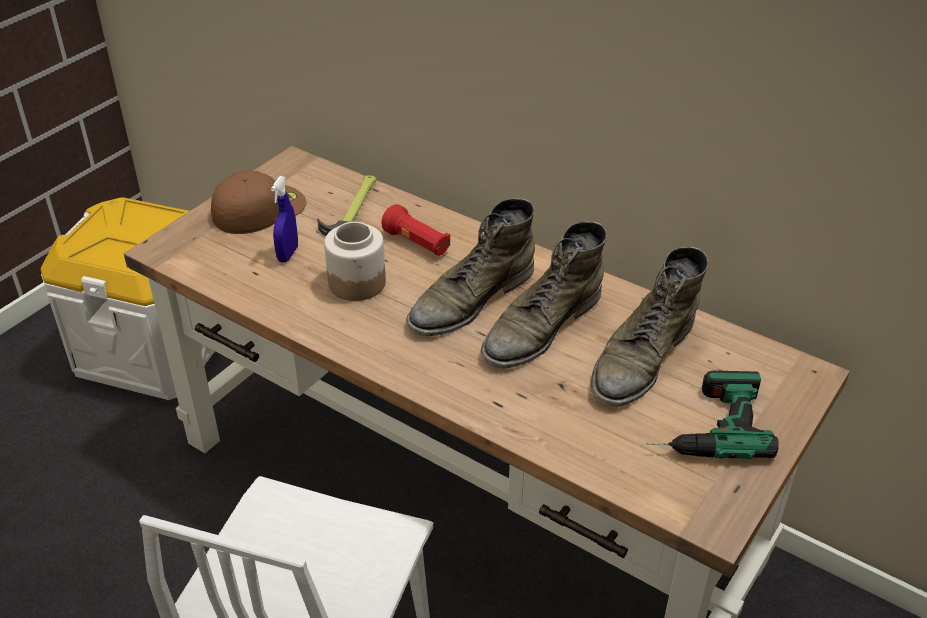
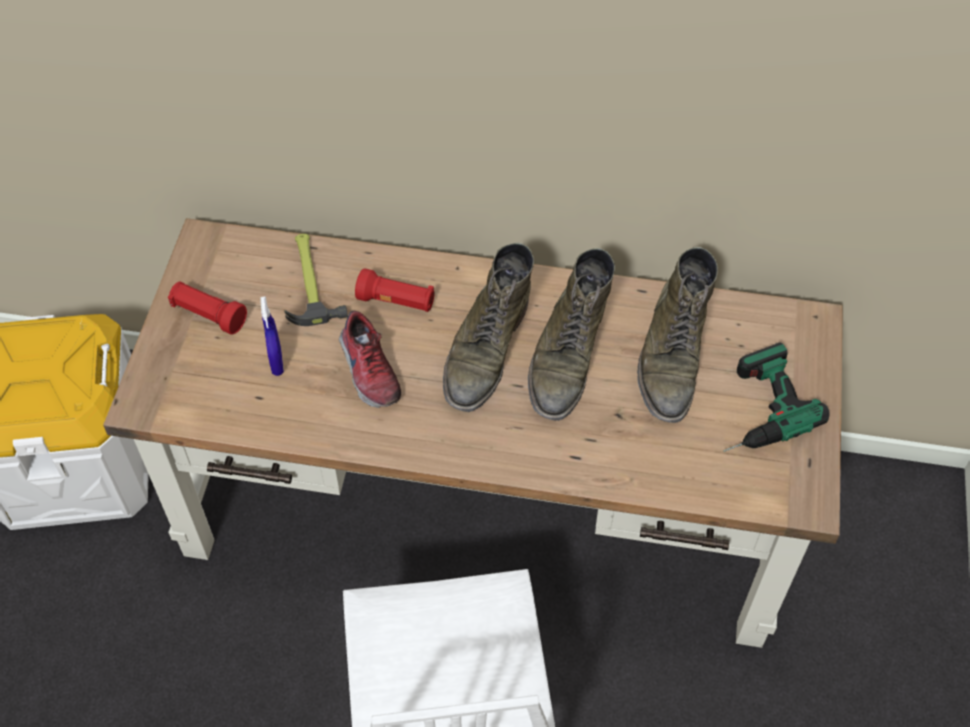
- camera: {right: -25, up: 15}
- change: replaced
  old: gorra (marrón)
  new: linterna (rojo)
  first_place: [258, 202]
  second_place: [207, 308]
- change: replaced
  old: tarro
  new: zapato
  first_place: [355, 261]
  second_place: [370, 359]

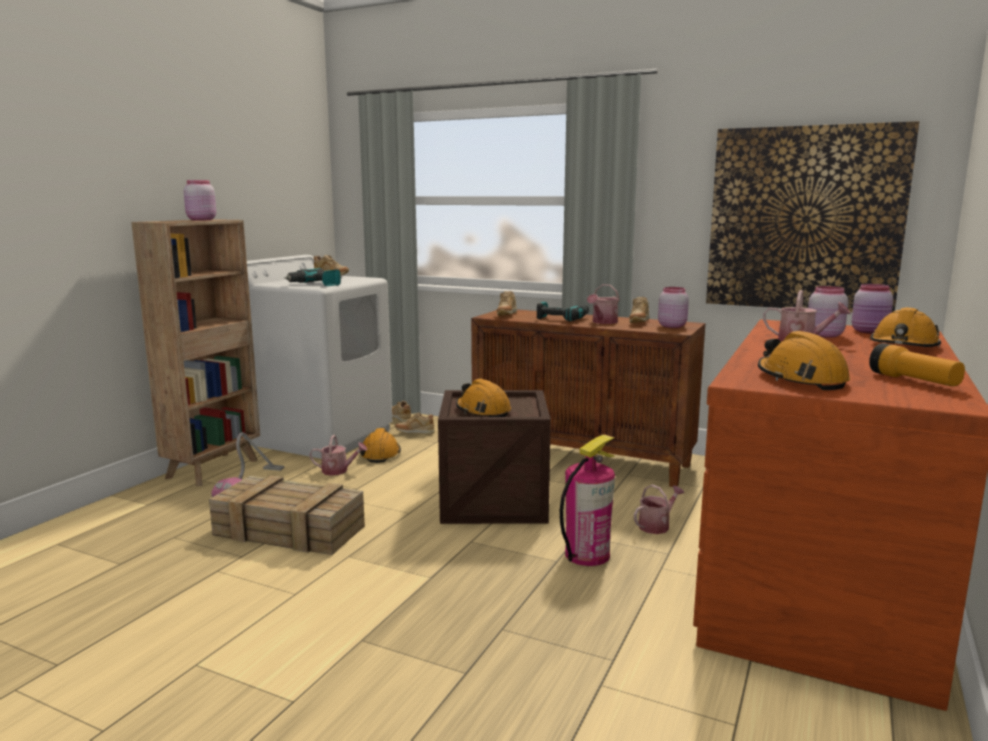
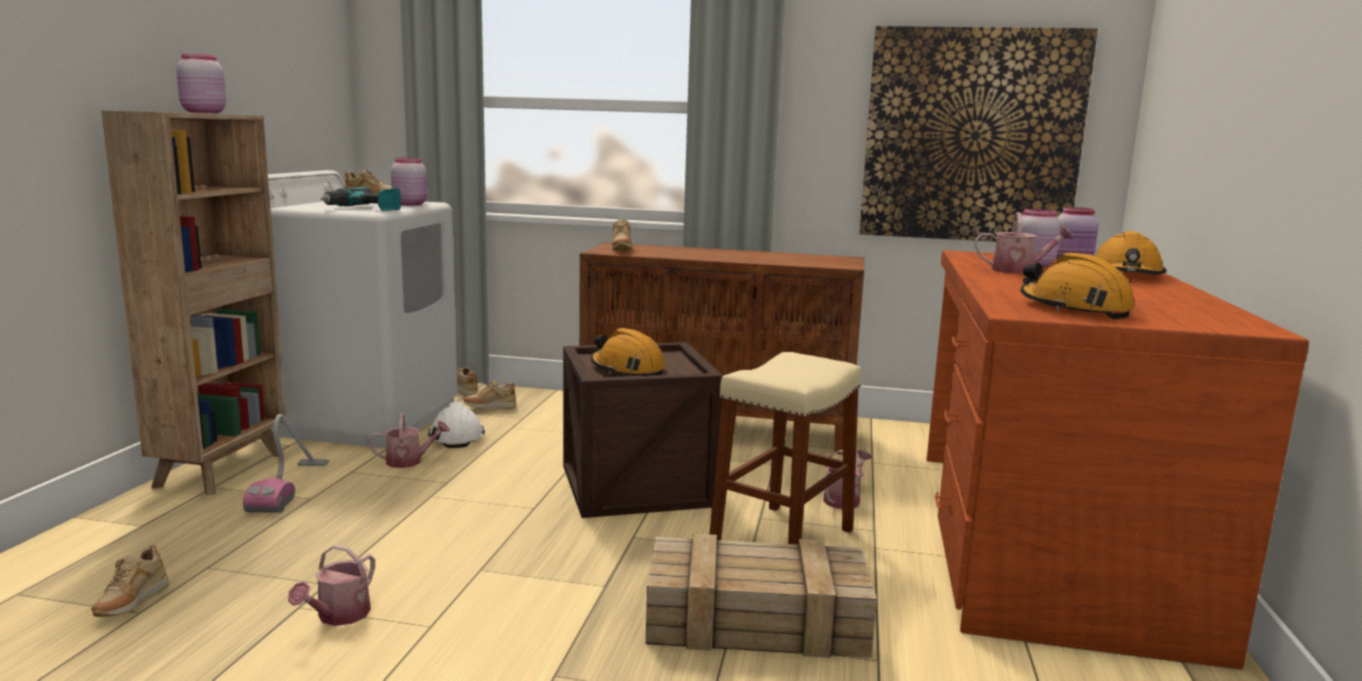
- camera: {right: -15, up: 0}
- change: moved
  old: zapato (beis)
  first_place: [639, 310]
  second_place: [130, 581]
- change: moved
  old: regadera
  first_place: [603, 304]
  second_place: [331, 585]
- change: moved
  old: tarro (rosa)
  first_place: [673, 307]
  second_place: [409, 181]
- change: recoloured
  old: casco (naranja)
  new: casco (blanco)
  first_place: [380, 445]
  second_place: [456, 425]
- change: moved
  old: caja de embalaje
  first_place: [287, 515]
  second_place: [761, 596]
- change: replaced
  old: extintor
  new: taburete (beis)
  first_place: [587, 500]
  second_place: [785, 448]
- change: removed
  old: taladro
  first_place: [563, 312]
- change: removed
  old: linterna
  first_place: [917, 364]

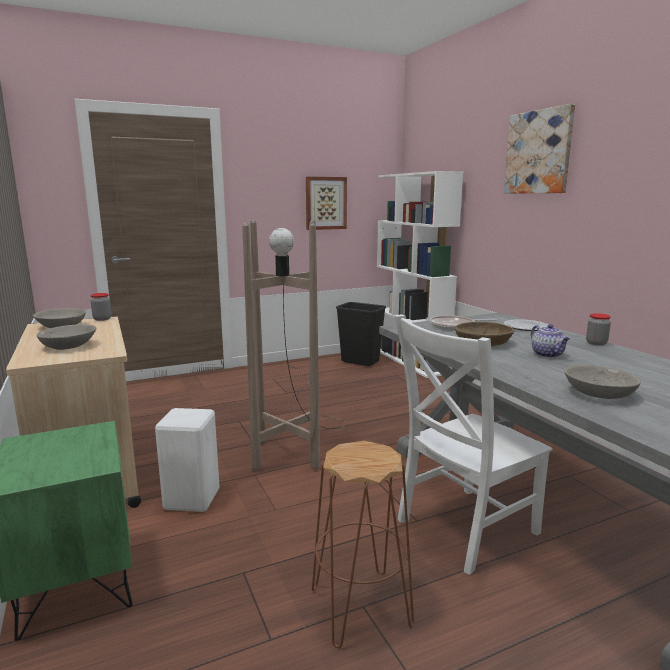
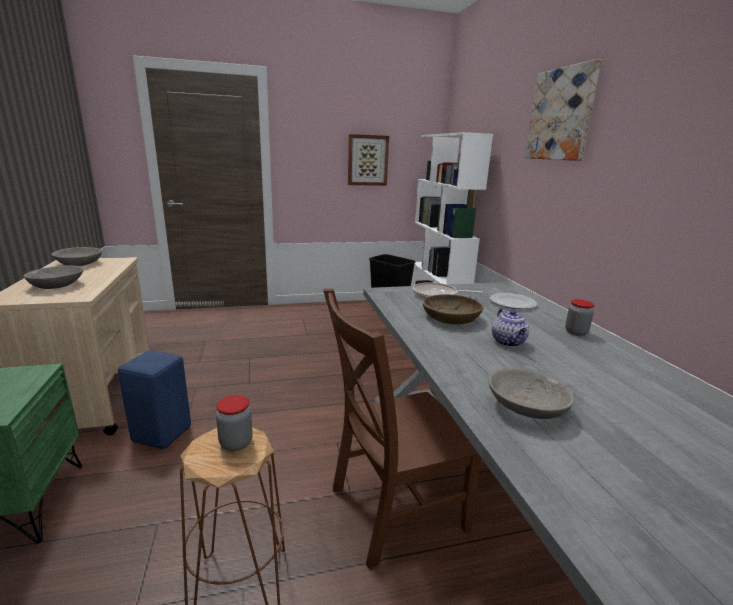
- camera: {right: 10, up: 5}
- change: recoloured
  old: taburete (blanco)
  new: taburete (azul)
  first_place: [187, 460]
  second_place: [154, 399]
- change: moved
  old: tarro
  first_place: [101, 307]
  second_place: [234, 423]
- change: recoloured
  old: silla (blanco)
  new: silla (marrón)
  first_place: [473, 444]
  second_place: [402, 429]
- change: removed
  old: lámpara de pie (marrón)
  first_place: [294, 345]

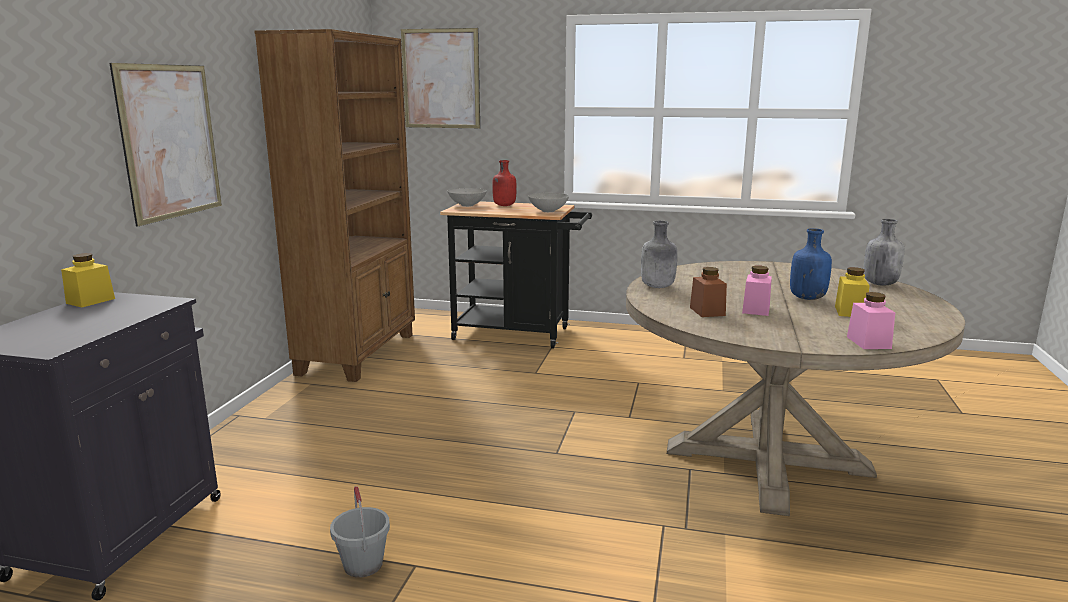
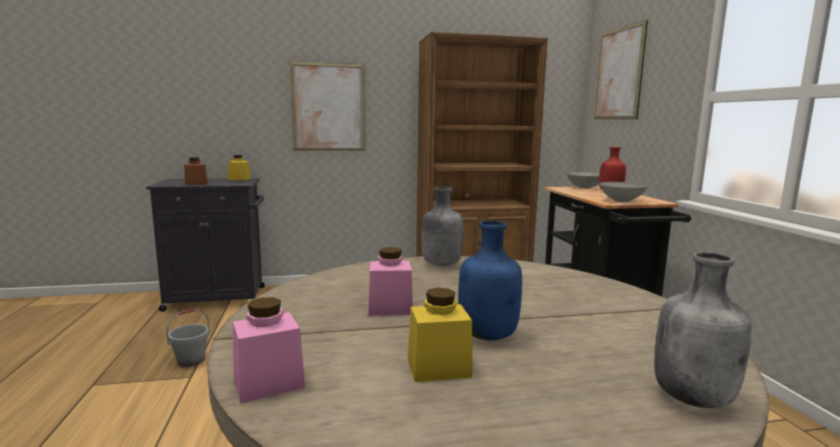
- camera: {right: 65, up: -5}
- change: moved
  old: tarro (marrón)
  first_place: [708, 292]
  second_place: [196, 171]

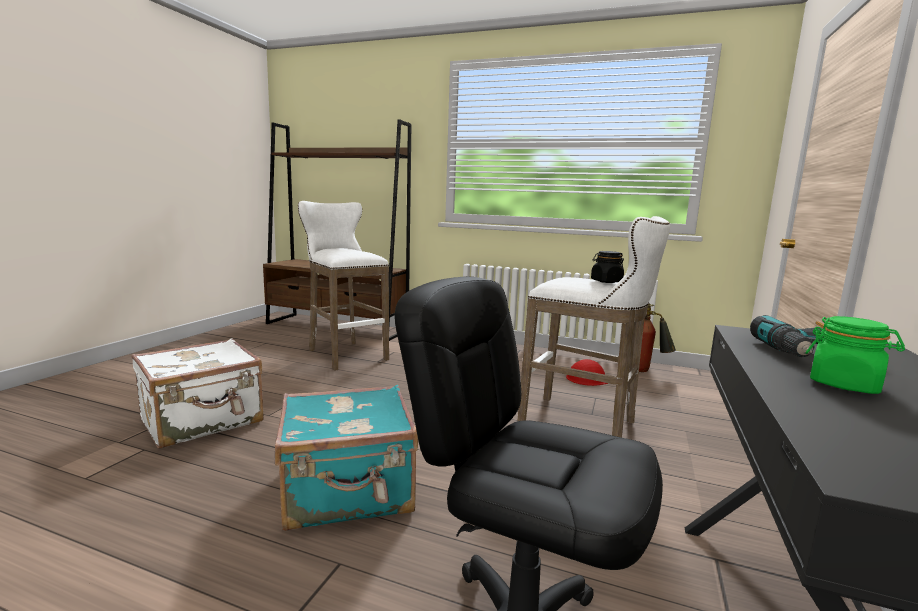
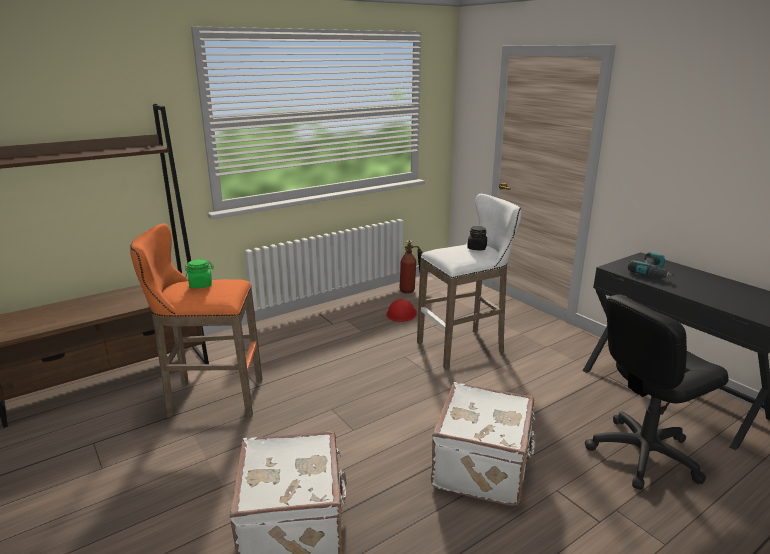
- camera: {right: -55, up: 10}
- change: recoloured
  old: taburete (blanco)
  new: taburete (naranja)
  first_place: [343, 286]
  second_place: [196, 320]
- change: moved
  old: tarro (verde)
  first_place: [855, 355]
  second_place: [199, 273]
- change: recoloured
  old: maleta (turquesa)
  new: maleta (blanco)
  first_place: [346, 458]
  second_place: [484, 444]

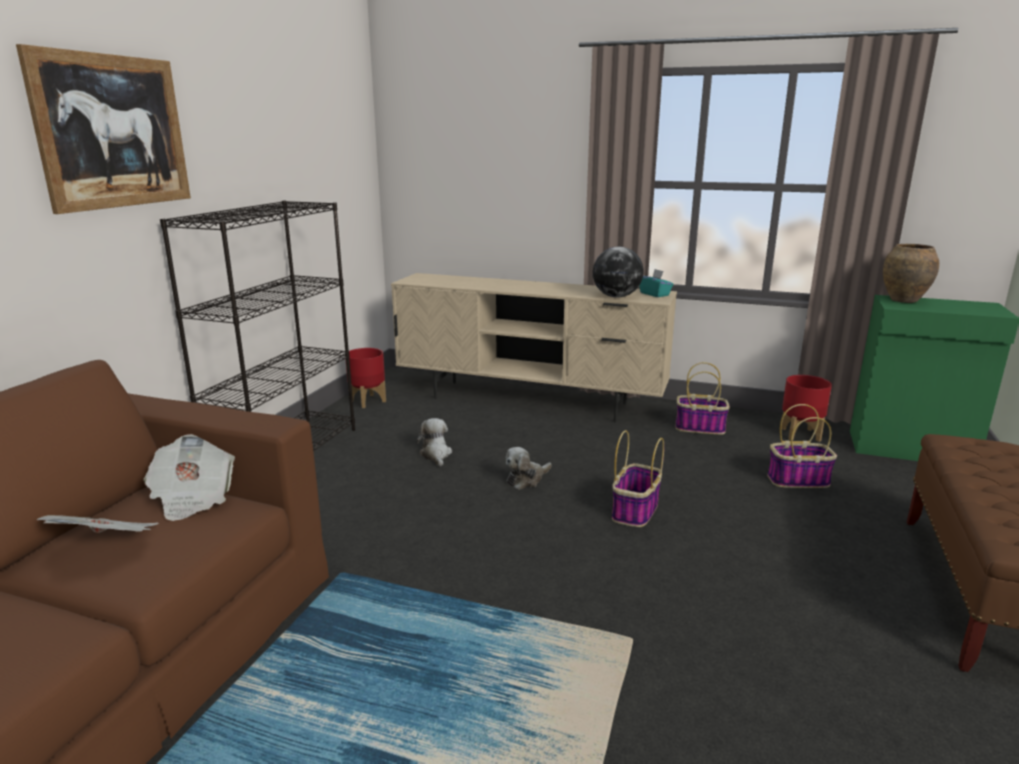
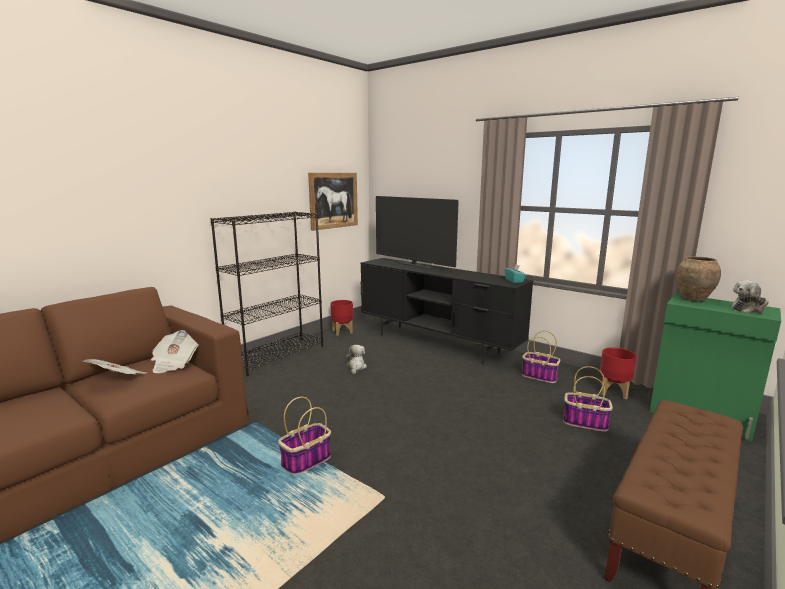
- camera: {right: 20, up: -5}
- change: moved
  old: cesta
  first_place: [638, 478]
  second_place: [304, 436]
- change: moved
  old: cuadro
  first_place: [103, 129]
  second_place: [333, 202]
- change: recoloured
  old: mueble de televisión (beis)
  new: mueble de televisión (negro)
  first_place: [534, 348]
  second_place: [446, 311]
- change: added
  new: televisor
  second_place: [417, 232]
- change: moved
  old: peluche
  first_place: [528, 468]
  second_place: [750, 296]
- change: removed
  old: globo terráqueo
  first_place: [618, 272]

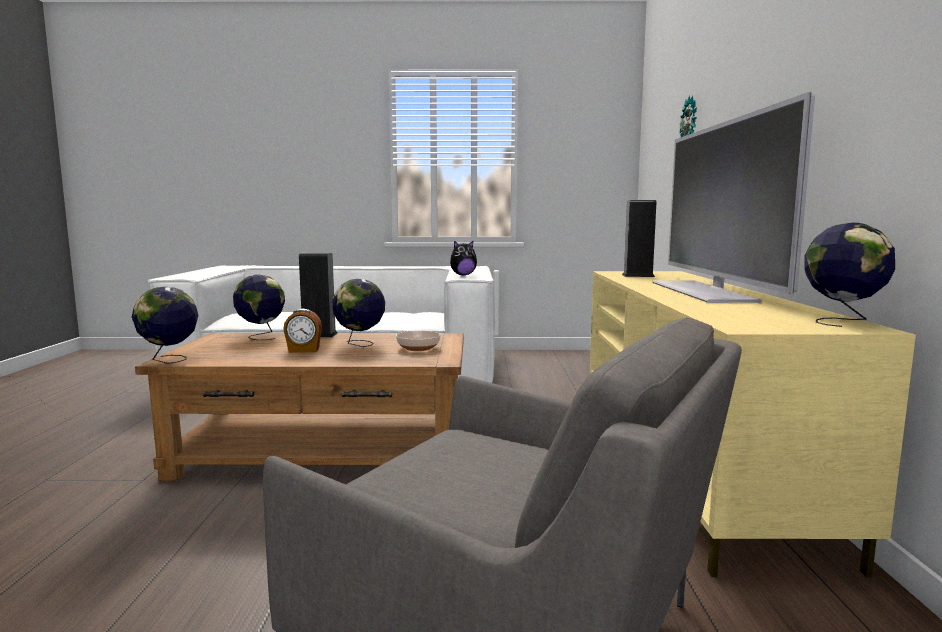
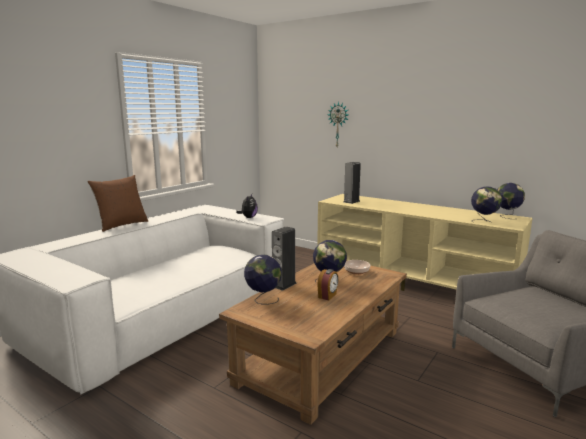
- camera: {right: -55, up: 5}
- change: added
  new: cojín (marrón)
  second_place: [118, 203]
- change: moved
  old: globo terráqueo
  first_place: [165, 325]
  second_place: [486, 204]
- change: removed
  old: televisor
  first_place: [734, 197]

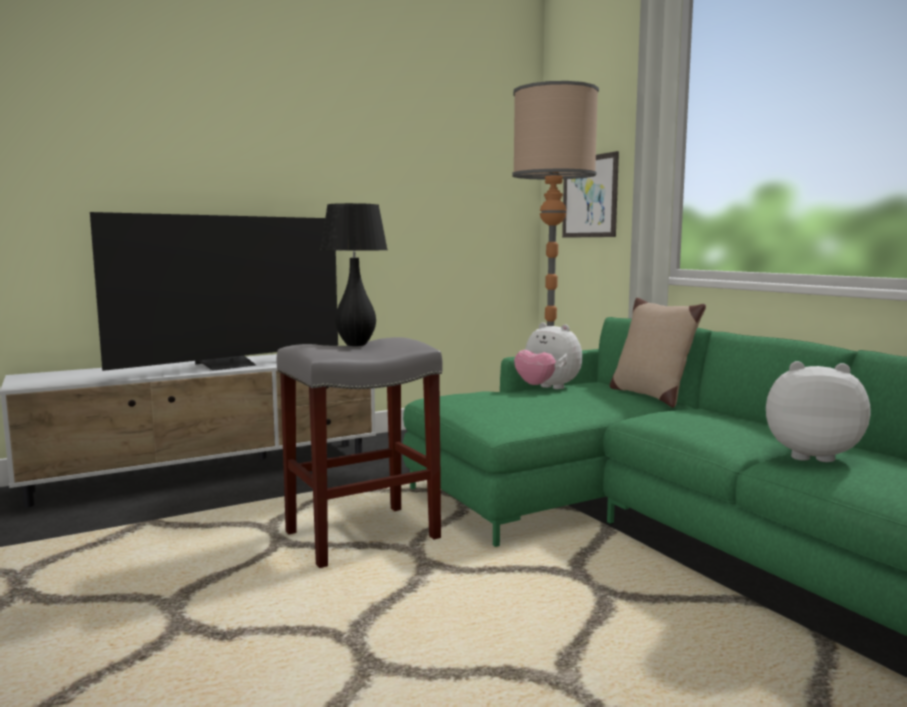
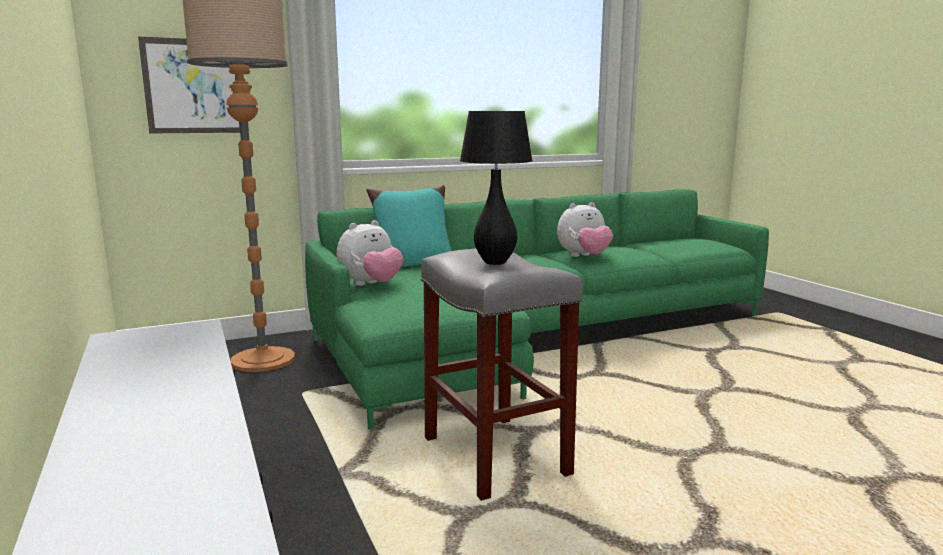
- camera: {right: -85, up: 5}
- change: recoloured
  old: cojín (beis)
  new: cojín (turquesa)
  first_place: [658, 353]
  second_place: [408, 226]
- change: turned
  old: peluche
  first_place: [818, 411]
  second_place: [585, 229]
  degrees: -135
- change: removed
  old: televisor
  first_place: [214, 291]

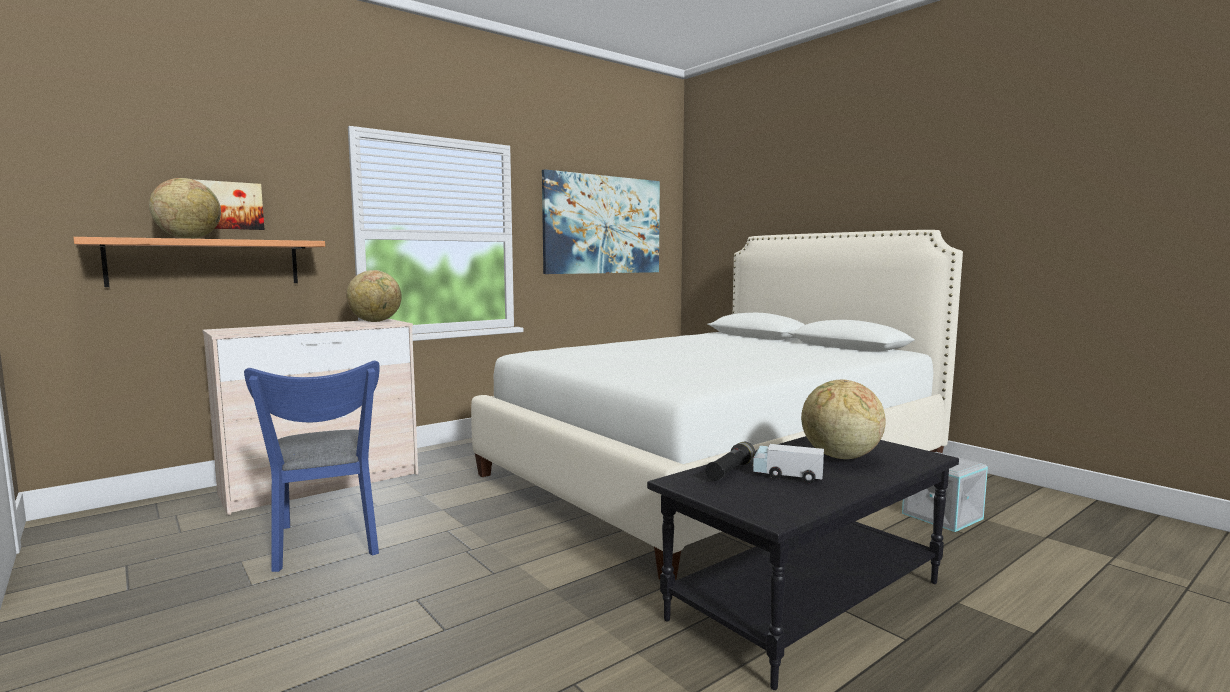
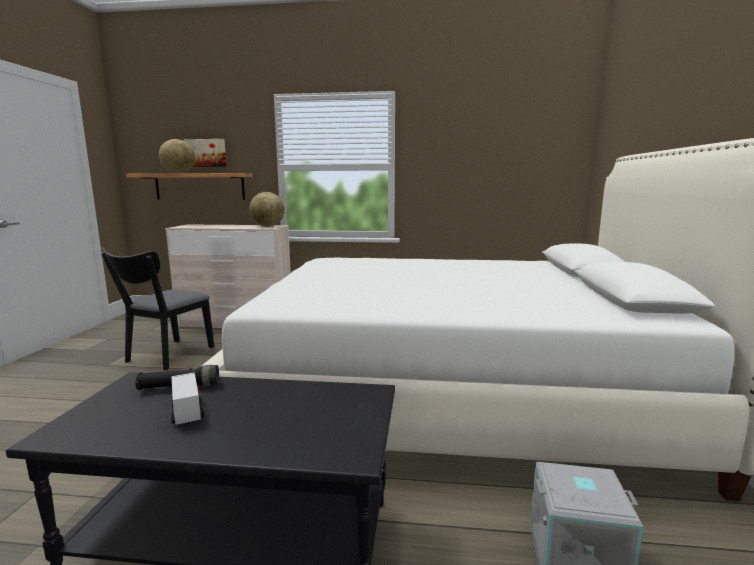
- camera: {right: 45, up: 5}
- change: recoloured
  old: silla (azul)
  new: silla (negro)
  first_place: [311, 466]
  second_place: [157, 308]
- change: removed
  old: cuadro
  first_place: [601, 221]
- change: removed
  old: globo terráqueo
  first_place: [843, 419]

